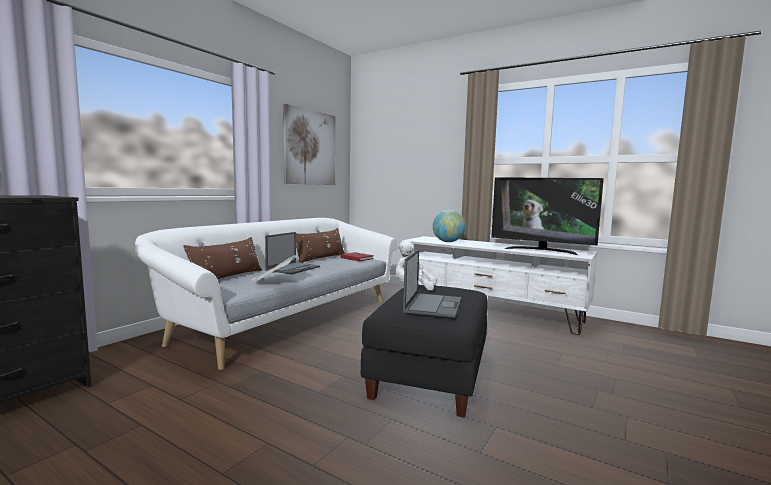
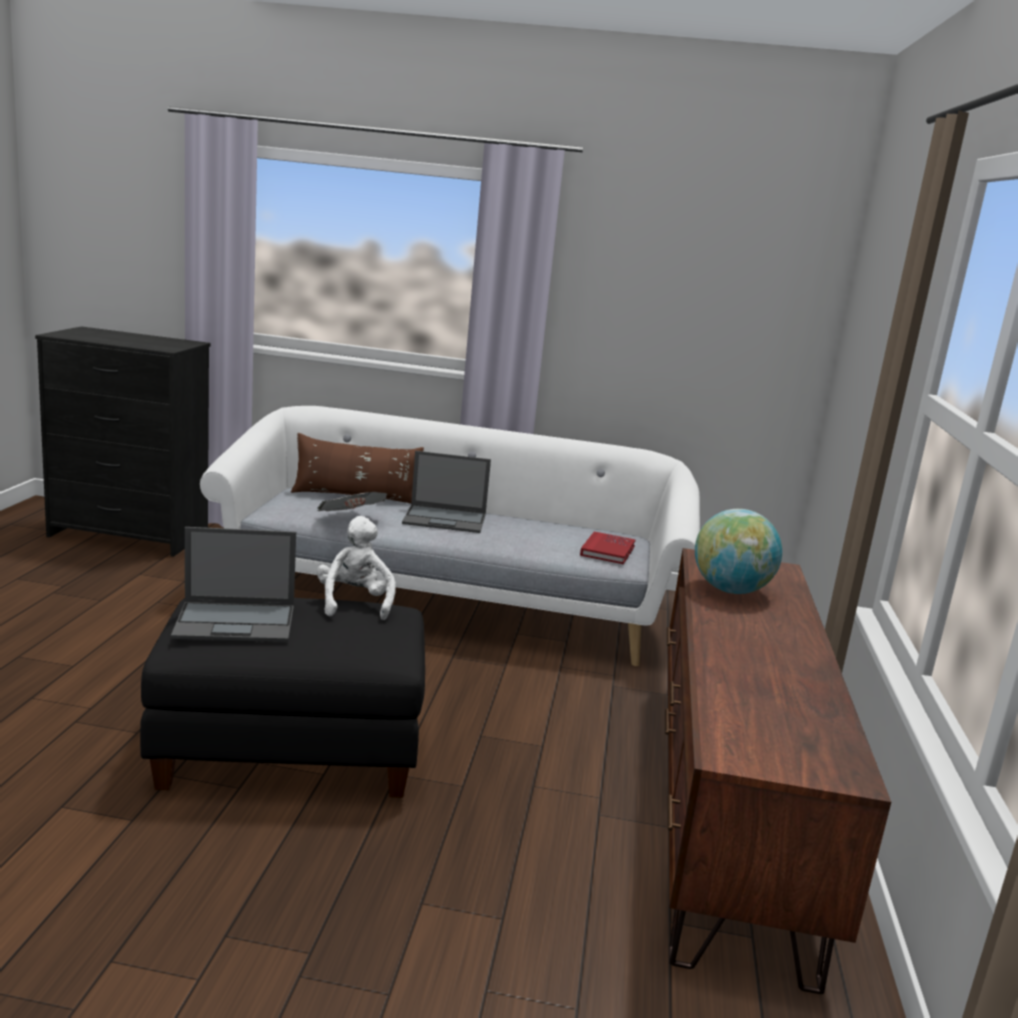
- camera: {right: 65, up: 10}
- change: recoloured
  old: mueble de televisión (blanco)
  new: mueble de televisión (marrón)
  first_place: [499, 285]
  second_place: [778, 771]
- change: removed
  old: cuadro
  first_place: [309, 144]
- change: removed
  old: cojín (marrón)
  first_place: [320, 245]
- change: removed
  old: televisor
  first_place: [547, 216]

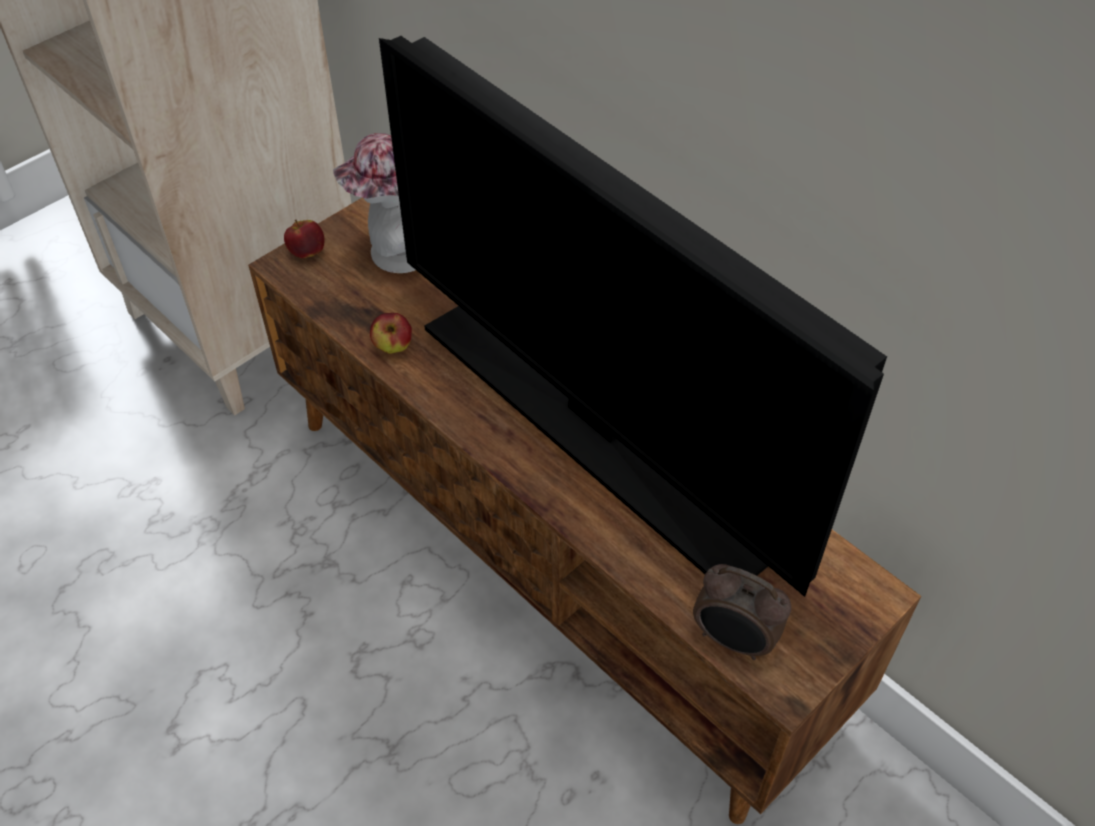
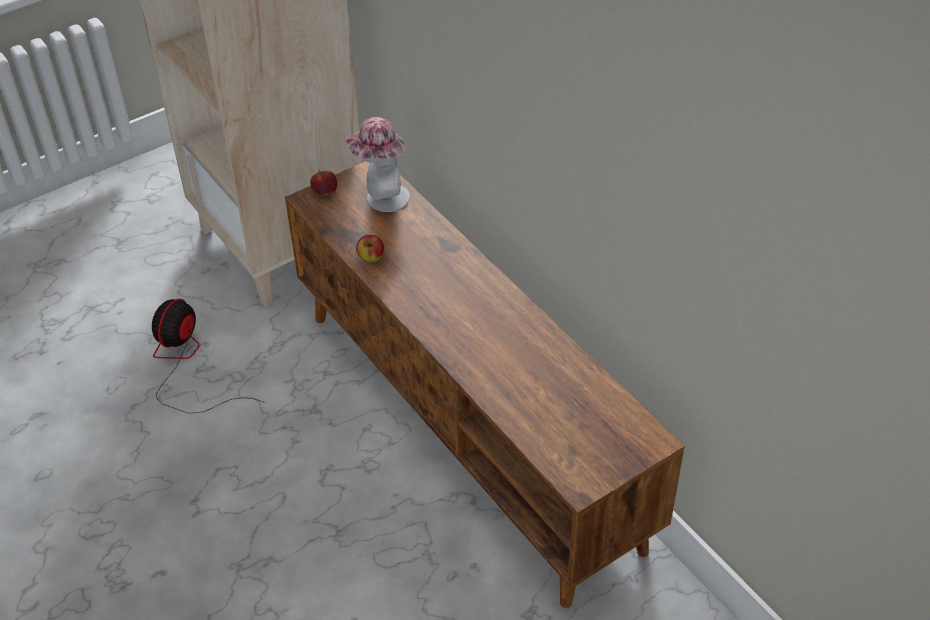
- camera: {right: 10, up: -5}
- change: added
  new: ventilador
  second_place: [209, 356]
- change: removed
  old: televisor
  first_place: [633, 316]
- change: removed
  old: despertador
  first_place: [742, 612]

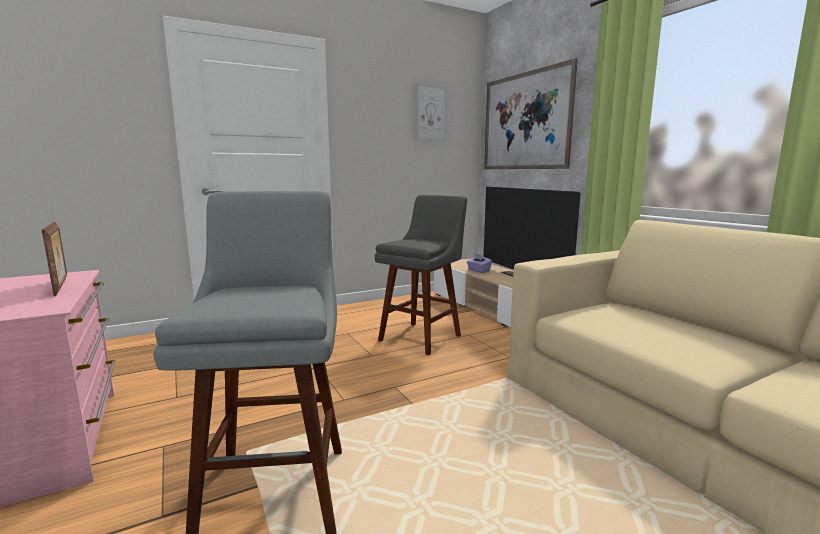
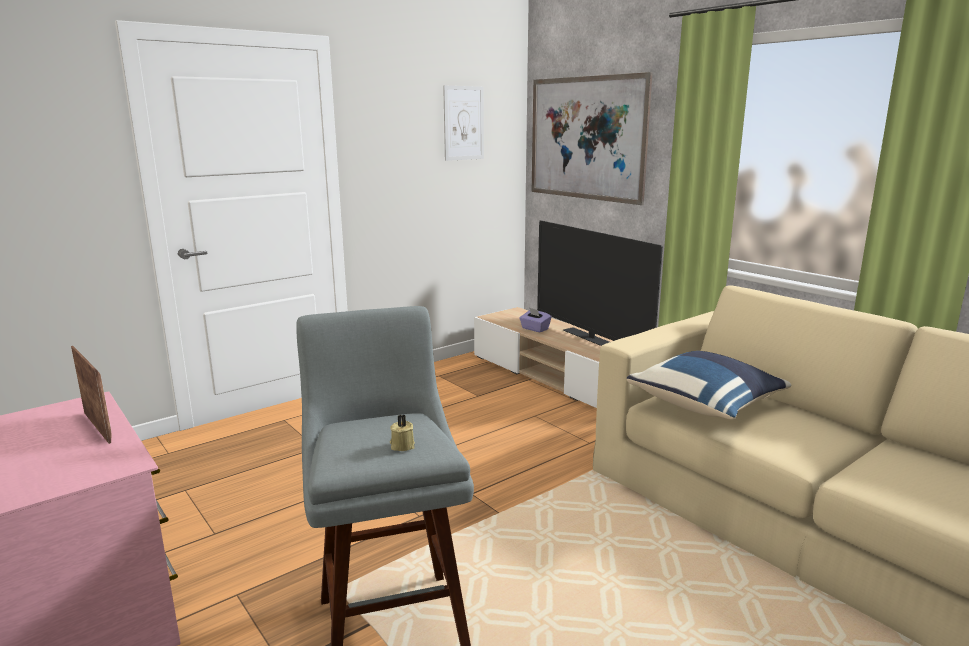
- camera: {right: -10, up: 5}
- change: added
  new: vela (beis)
  second_place: [402, 433]
- change: added
  new: cojín (azul)
  second_place: [709, 385]
- change: removed
  old: taburete (gris)
  first_place: [420, 275]

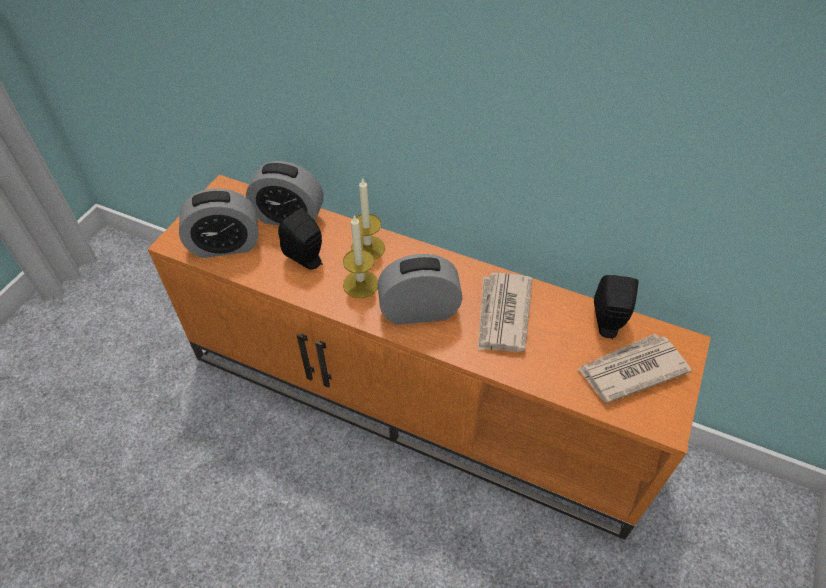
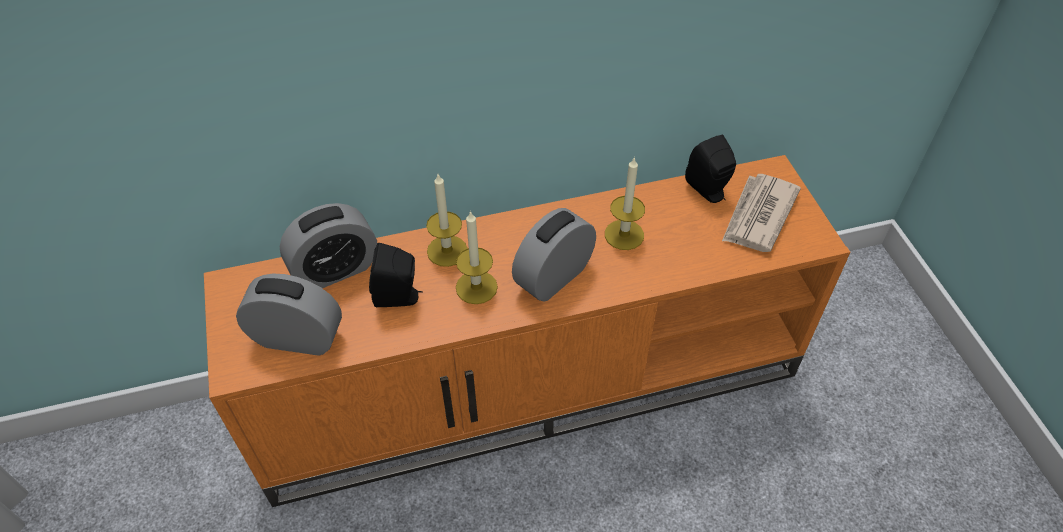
- camera: {right: -40, up: 0}
- change: turned
  old: despertador
  first_place: [218, 223]
  second_place: [289, 315]
  degrees: -120
- change: replaced
  old: periódico
  new: vela
  first_place: [505, 312]
  second_place: [625, 203]

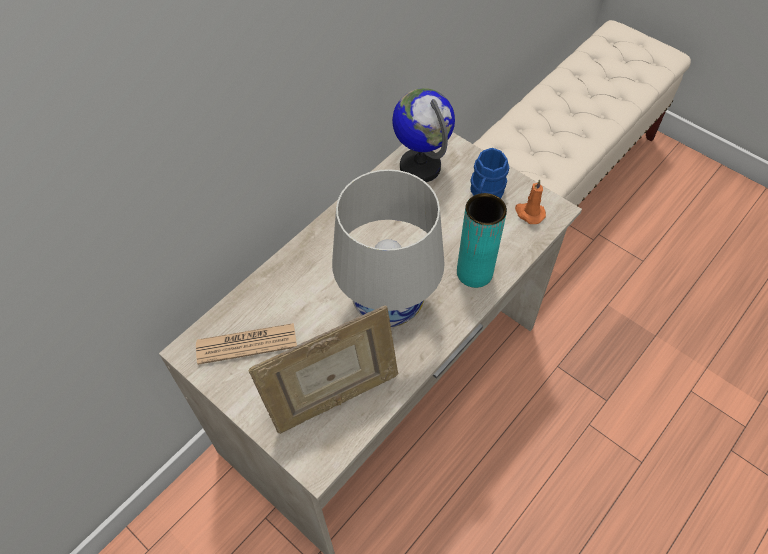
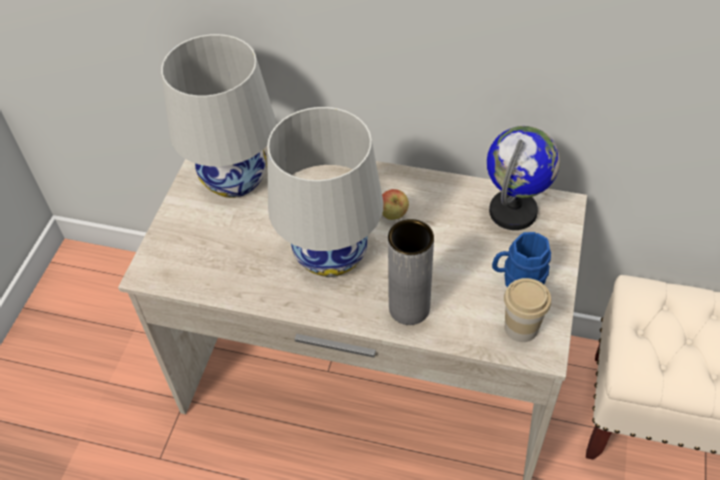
- camera: {right: 65, up: -5}
- change: replaced
  old: periódico
  new: lámpara de mesa (blanco)
  first_place: [246, 344]
  second_place: [218, 116]
- change: added
  new: manzana
  second_place: [395, 204]
- change: recoloured
  old: florero (turquesa)
  new: florero (gris)
  first_place: [482, 240]
  second_place: [411, 272]
- change: replaced
  old: vela (naranja)
  new: taza
  first_place: [530, 201]
  second_place: [527, 310]
- change: removed
  old: portarretratos
  first_place: [323, 370]

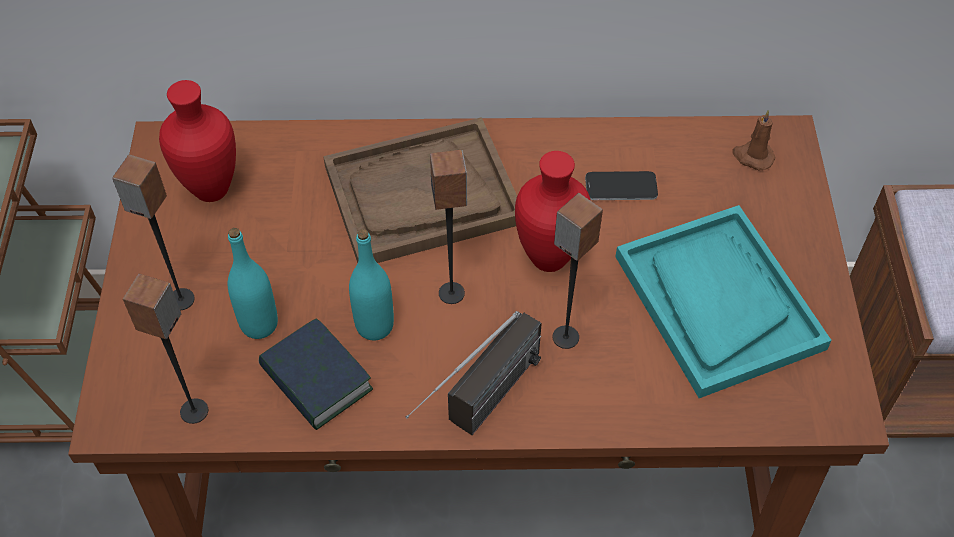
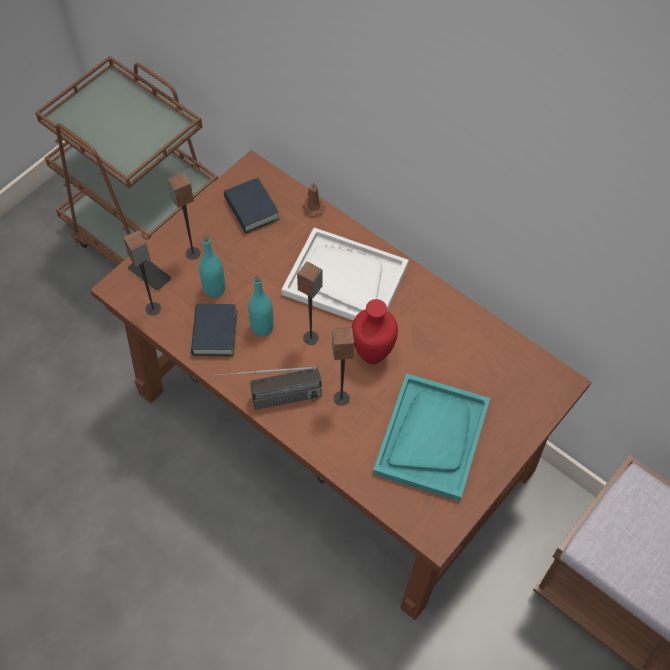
- camera: {right: 40, up: 5}
- change: moved
  old: móvil
  first_place: [621, 185]
  second_place: [149, 276]
- change: replaced
  old: florero (rojo)
  new: libro
  first_place: [197, 141]
  second_place: [251, 205]
- change: recoloured
  old: bandeja (marrón)
  new: bandeja (blanco)
  first_place: [420, 190]
  second_place: [345, 274]
- change: moved
  old: vela (marrón)
  first_place: [753, 140]
  second_place: [314, 199]

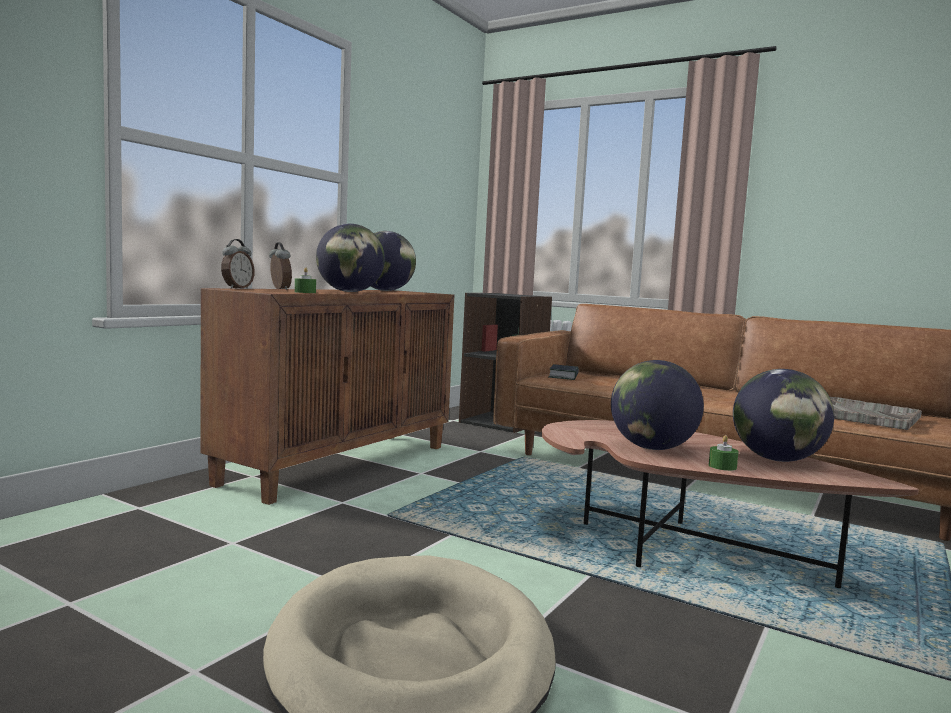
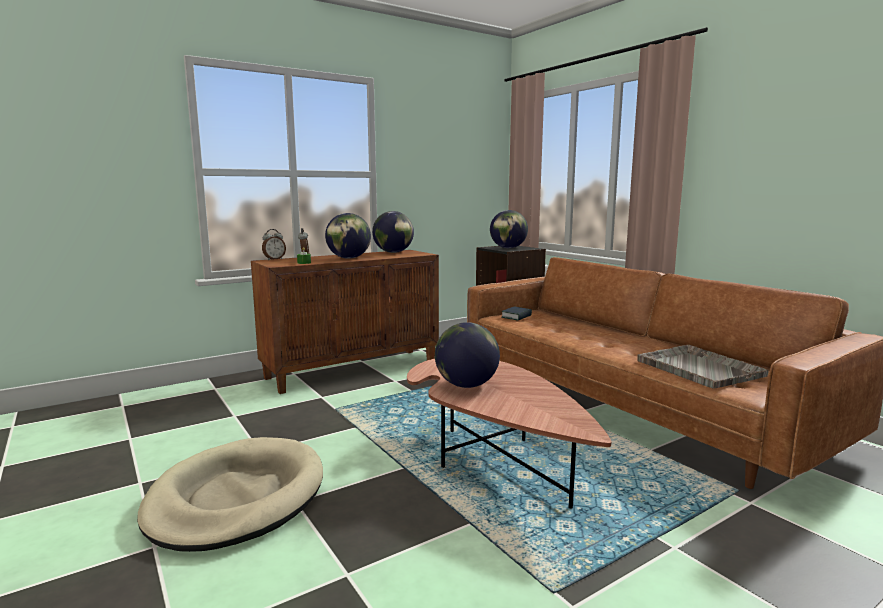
- camera: {right: 25, up: 5}
- change: moved
  old: globo terráqueo
  first_place: [783, 415]
  second_place: [509, 229]
- change: removed
  old: vela (verde)
  first_place: [724, 453]

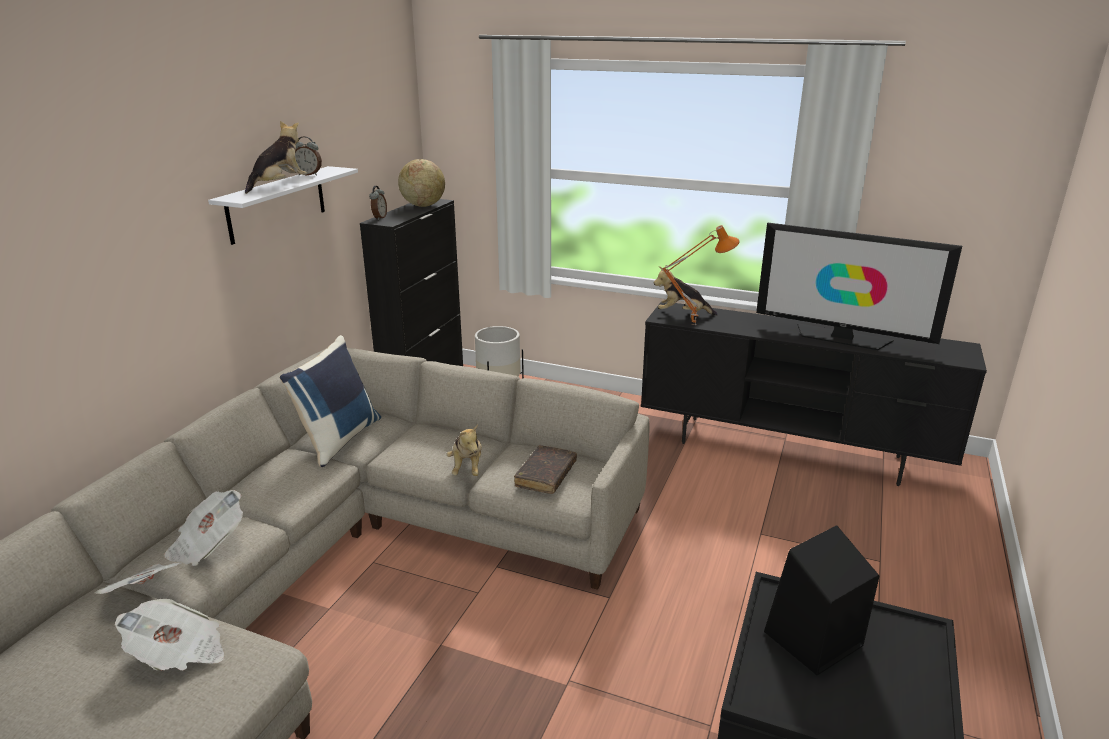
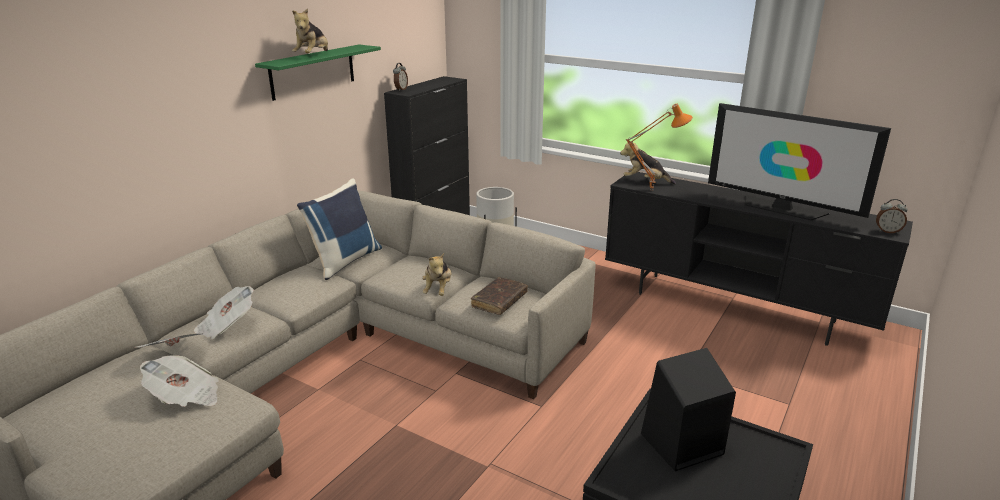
- camera: {right: 10, up: 0}
- change: recoloured
  old: estante (blanco)
  new: estante (verde)
  first_place: [283, 205]
  second_place: [318, 73]
- change: turned
  old: peluche
  first_place: [276, 157]
  second_place: [310, 30]
  degrees: 150
- change: moved
  old: despertador
  first_place: [308, 156]
  second_place: [892, 216]
- change: removed
  old: globo terráqueo
  first_place: [421, 183]

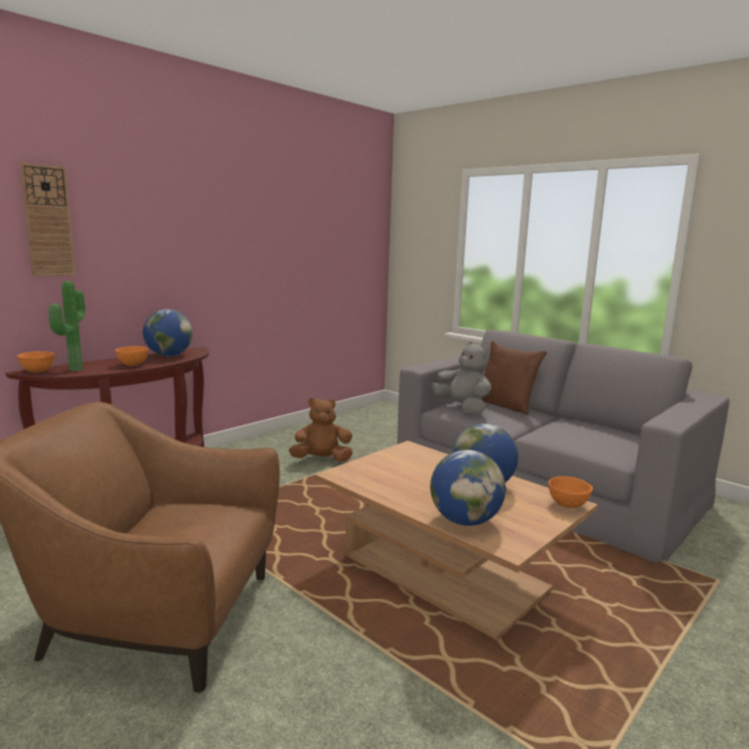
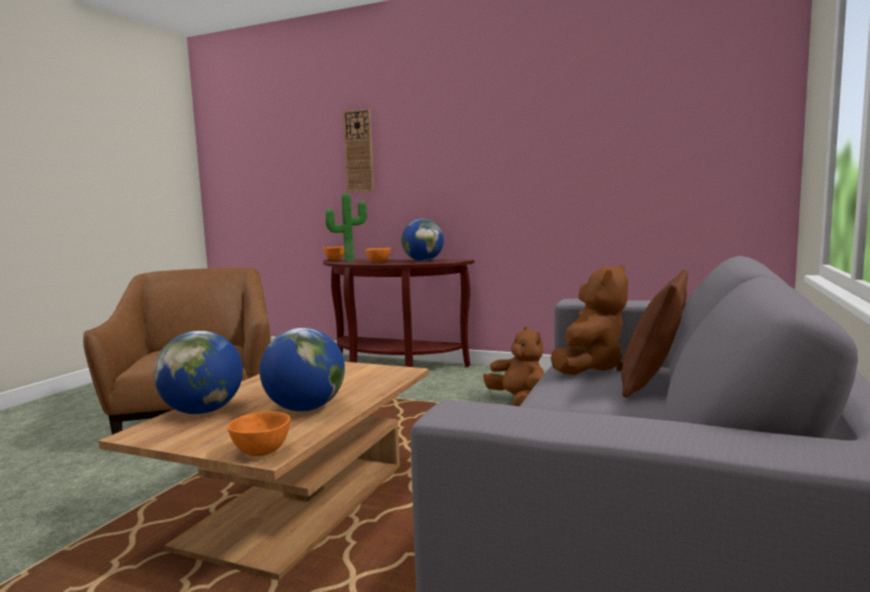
- camera: {right: 70, up: -5}
- change: recoloured
  old: peluche (gris)
  new: peluche (marrón)
  first_place: [461, 378]
  second_place: [589, 319]

